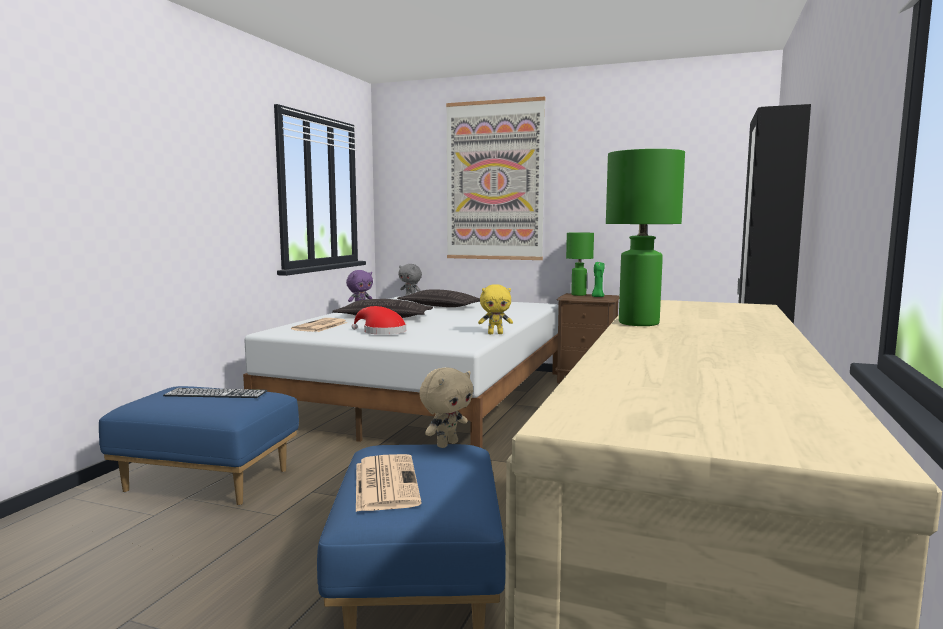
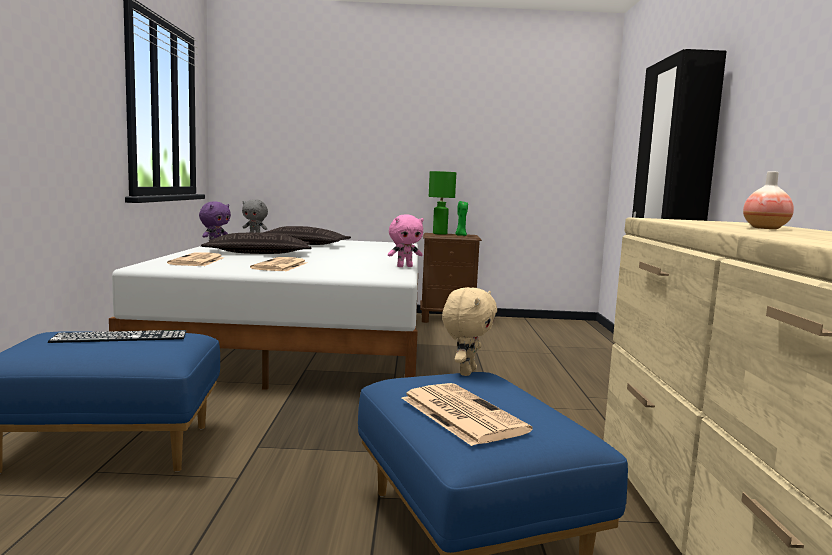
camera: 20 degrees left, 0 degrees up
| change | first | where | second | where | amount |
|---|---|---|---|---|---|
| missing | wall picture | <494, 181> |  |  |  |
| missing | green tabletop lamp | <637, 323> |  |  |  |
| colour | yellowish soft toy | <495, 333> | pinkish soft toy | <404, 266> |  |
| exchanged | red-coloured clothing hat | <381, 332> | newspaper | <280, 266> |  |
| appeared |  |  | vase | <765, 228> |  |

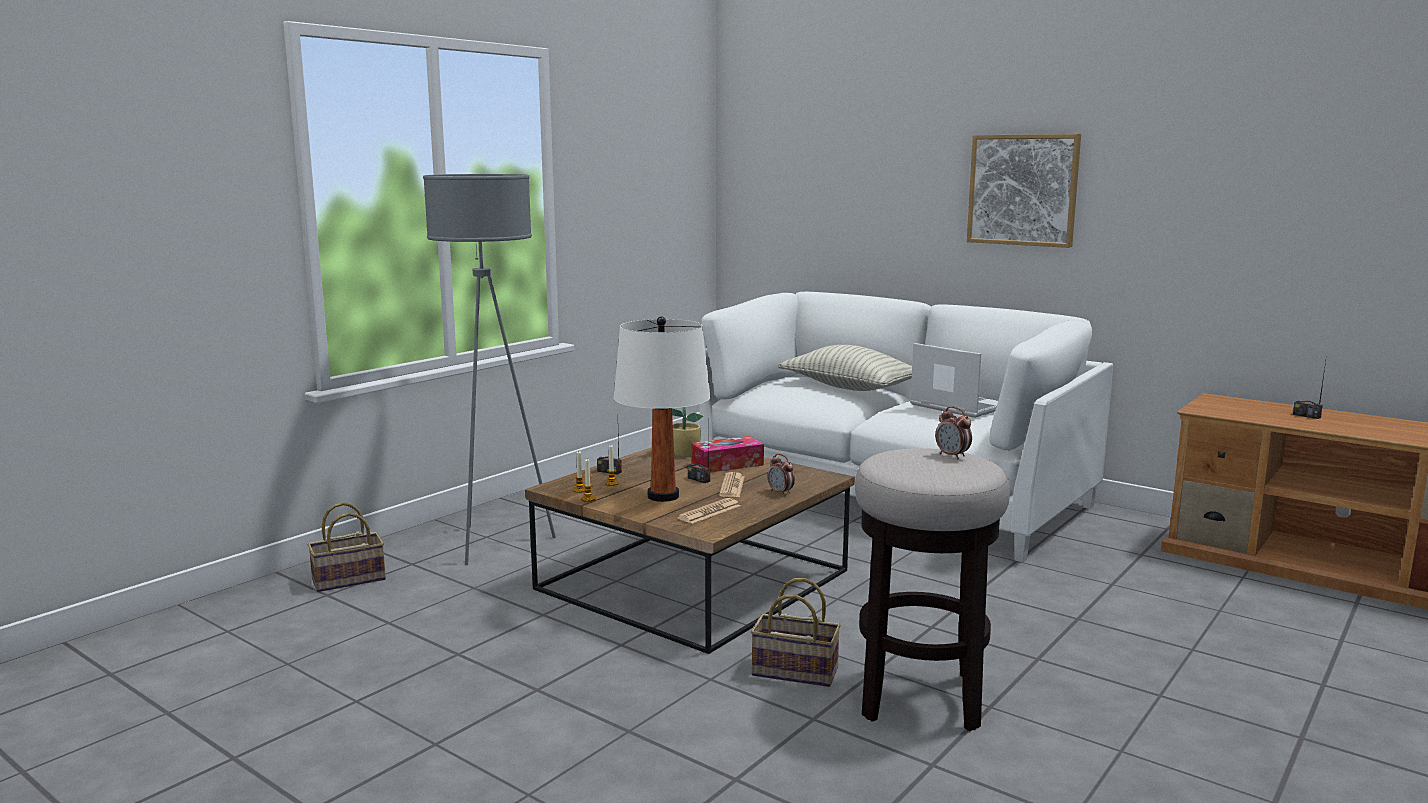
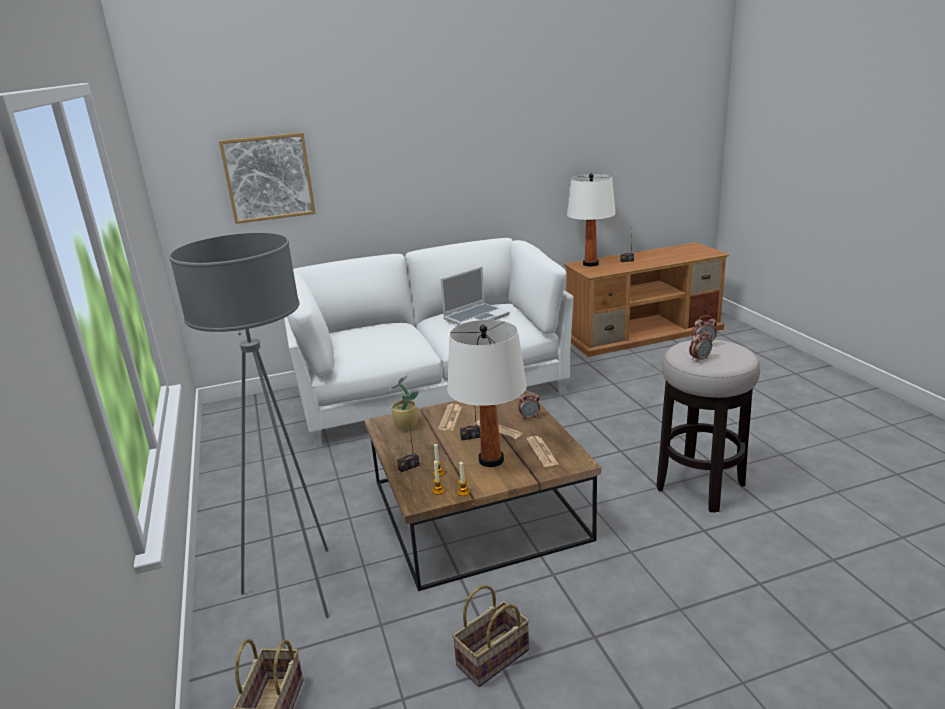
camera: 55 degrees left, 10 degrees up
| change | first | where | second | where | amount |
|---|---|---|---|---|---|
| relocated | wall picture | <1023, 190> |  | <268, 178> |  |
| spun | notebook computer | <956, 406> |  | <476, 317> | 150 degrees clockwise |
| missing | throw pillow | <849, 388> |  |  |  |
| exchanged | tissue box | <727, 464> | newspaper | <450, 418> |  |
| relocated | household basket | <792, 672> |  | <492, 660> |  |
| appeared |  |  | white tabletop lamp | <590, 264> |  |
| appeared |  |  | alarm clock | <699, 359> |  |

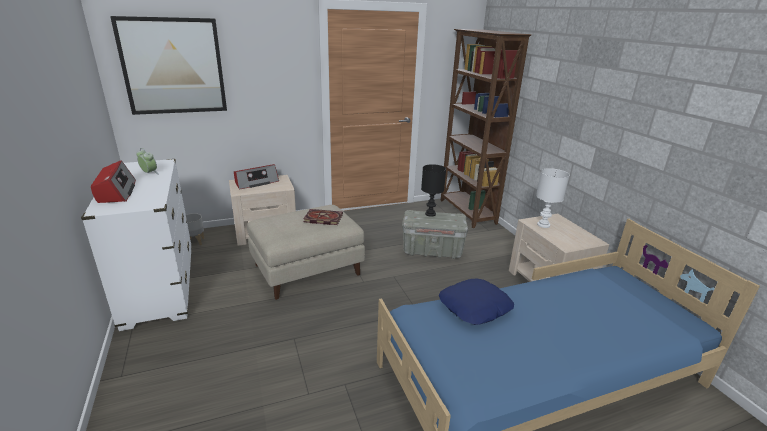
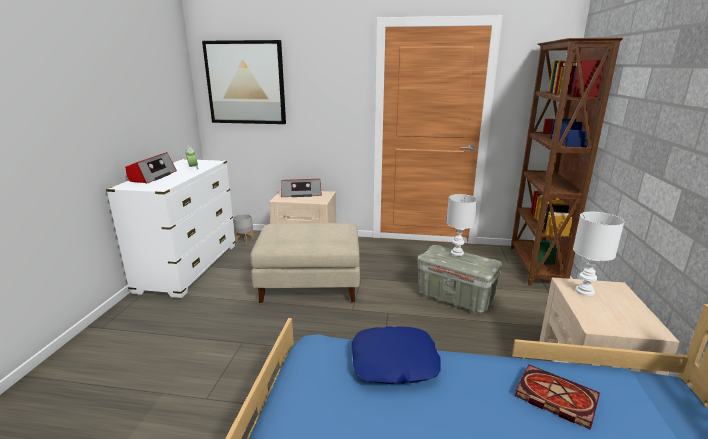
camera: 30 degrees right, 5 degrees down
| change | first | where | second | where | amount |
|---|---|---|---|---|---|
| colour | black-coloured tabletop lamp | <429, 214> | white tabletop lamp | <456, 253> |  |
| relocated | book | <322, 218> |  | <553, 397> |  |

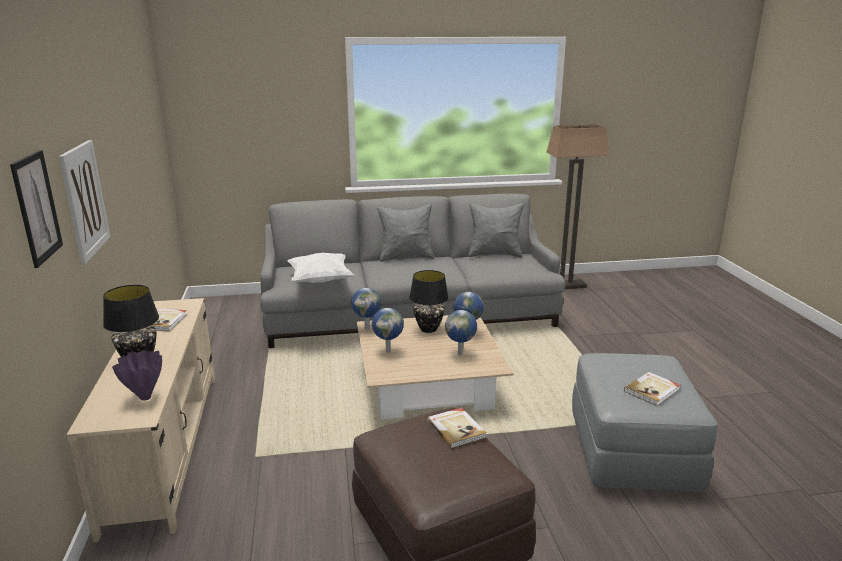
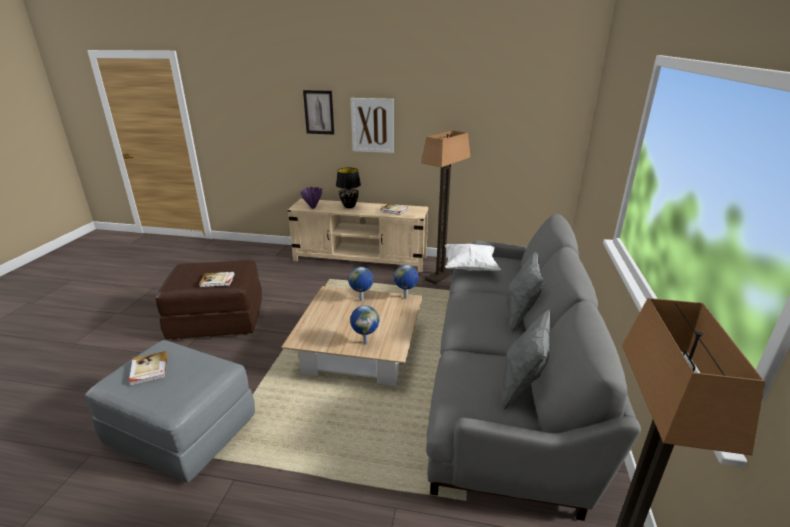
camera: 110 degrees right, 5 degrees up
| change | first | where | second | where | amount |
|---|---|---|---|---|---|
| missing | black-coloured tabletop lamp | <429, 329> |  |  |  |
| missing | desk globe | <461, 353> |  |  |  |
| appeared |  |  | floor lamp | <440, 276> |  |

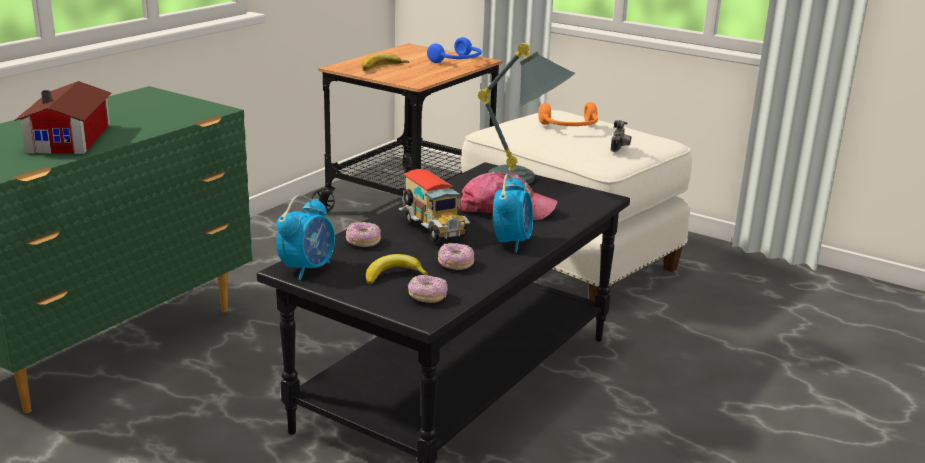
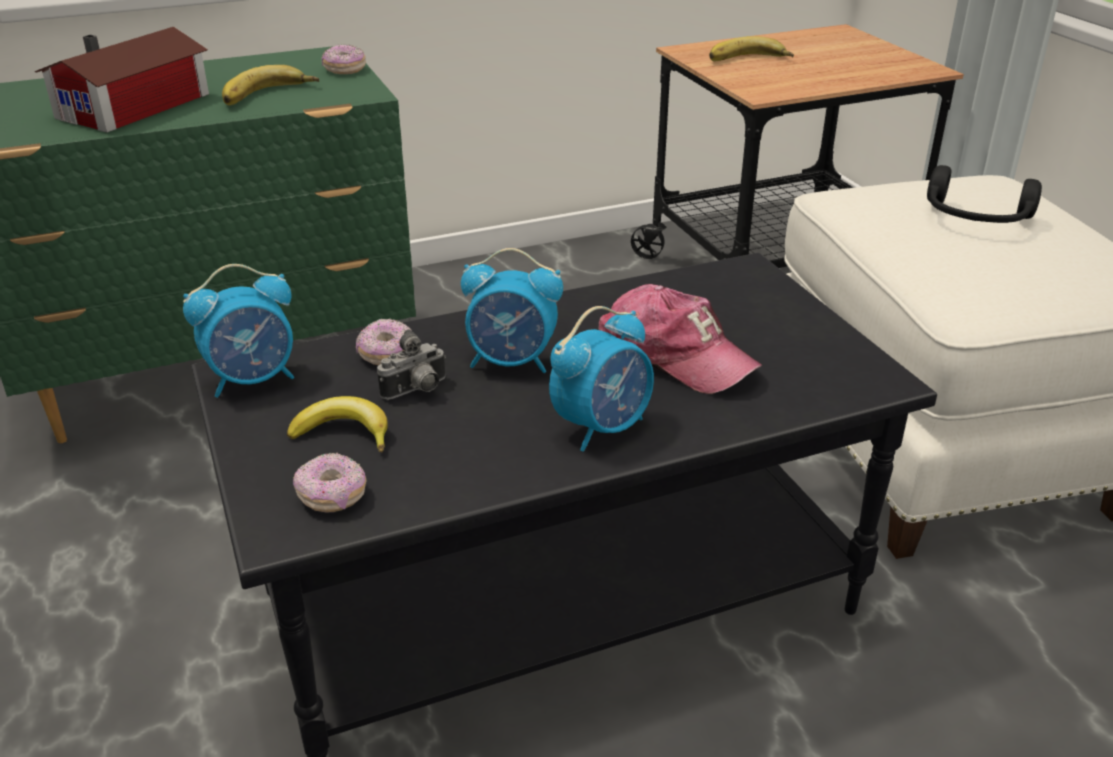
camera: 35 degrees right, 10 degrees up
| change | first | where | second | where | amount |
|---|---|---|---|---|---|
| missing | bluish headphones | <458, 61> |  |  |  |
| missing | greyish tabletop lamp | <528, 181> |  |  |  |
| colour | orange headphones | <570, 127> | black-coloured headphones | <975, 218> |  |
| relocated | photo camera | <620, 148> |  | <417, 391> |  |
| exchanged | toy truck | <432, 230> | alarm clock | <512, 362> |  |
| relocated | ring doughnut | <455, 264> |  | <344, 69> |  |
| appeared |  |  | whole banana | <269, 95> |  |

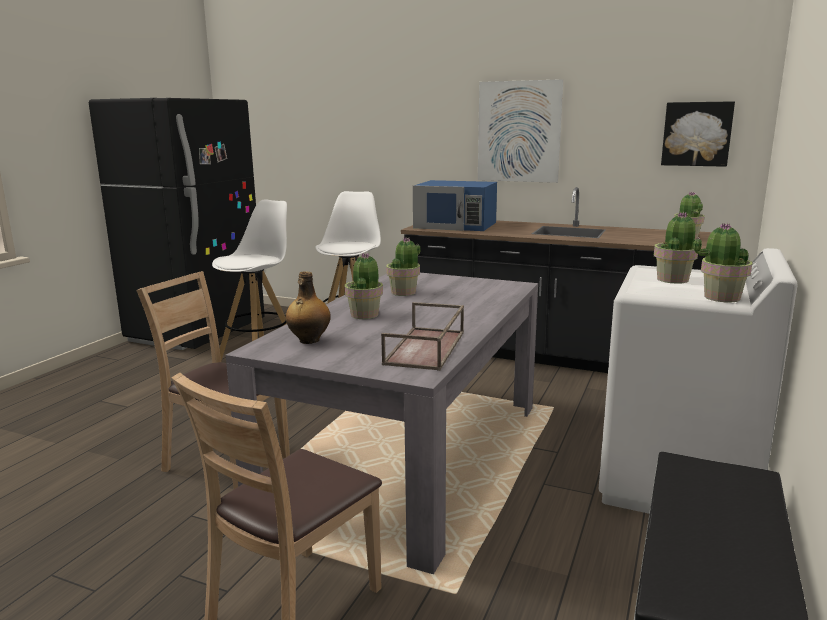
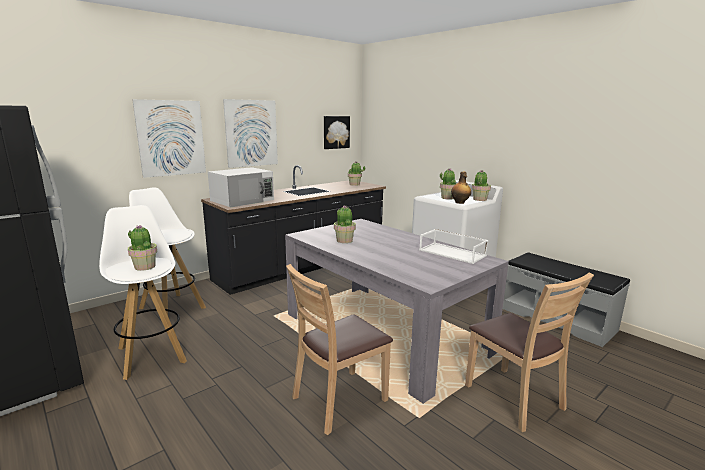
camera: 65 degrees left, 0 degrees up
| change | first | where | second | where | amount |
|---|---|---|---|---|---|
| colour | bluish kitchen microwave | <456, 225> | white kitchen microwave | <243, 200> |  |
| relocated | plant in a pot | <365, 315> |  | <145, 267> |  |
| relocated | beverage bottle | <309, 340> |  | <460, 202> |  |
| colour | brown carrying tray | <426, 348> | white carrying tray | <453, 253> |  |
| appeared |  |  | wall picture | <171, 138> |  |

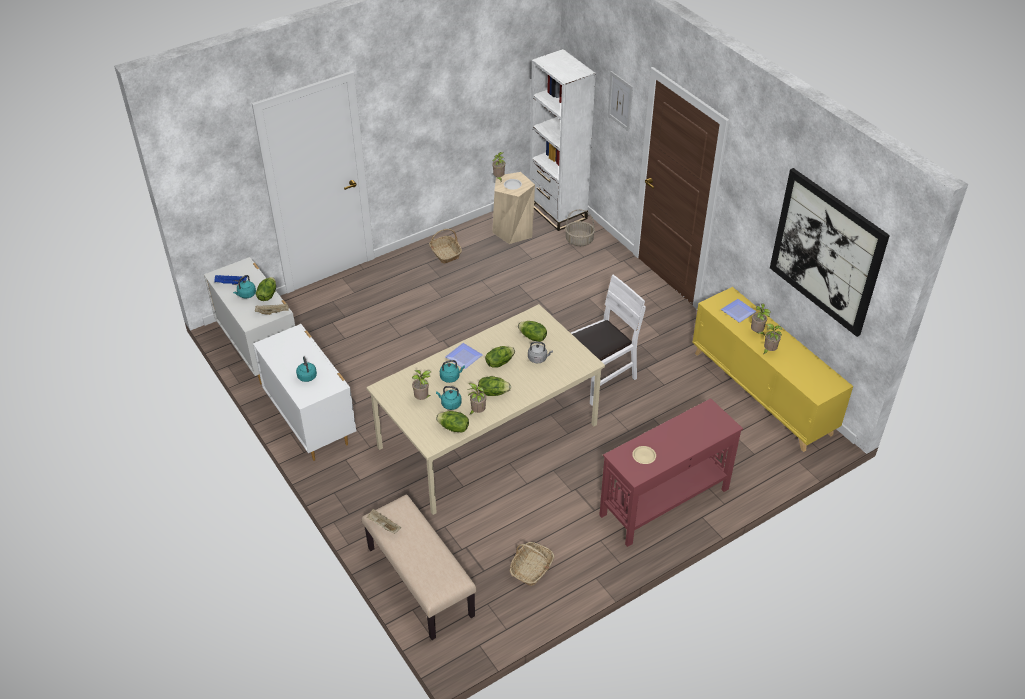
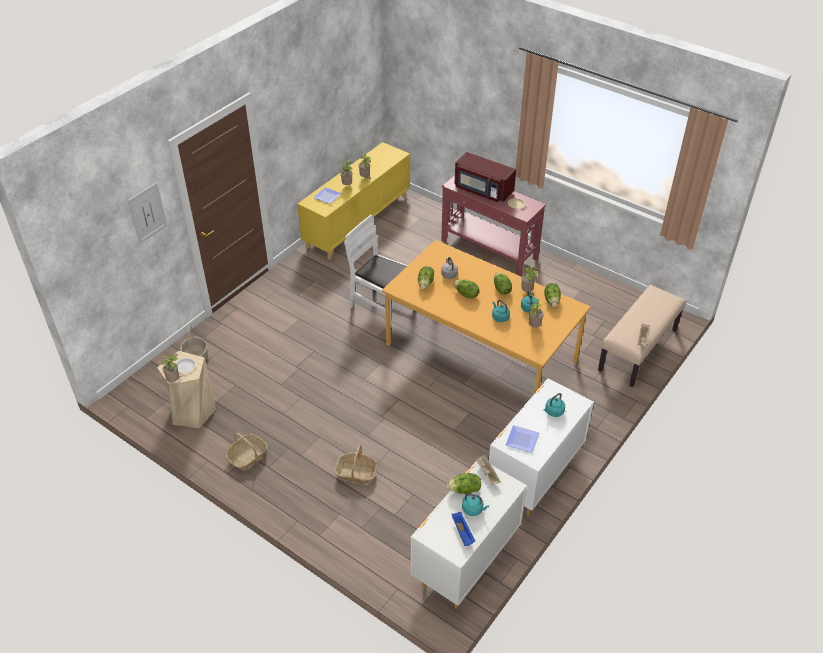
camera: 110 degrees left, 0 degrees up
| change | first | where | second | where | amount |
|---|---|---|---|---|---|
| missing | white bookcase | <558, 212> |  |  |  |
| missing | wall picture | <827, 252> |  |  |  |
| colour | beige dining table | <488, 437> | orange dining table | <481, 352> |  |
| relocated | flat dish | <464, 358> |  | <523, 439> |  |
| relocated | household basket | <531, 569> |  | <356, 473> |  |
| appeared |  |  | red-coloured kitchen microwave | <483, 190> |  |

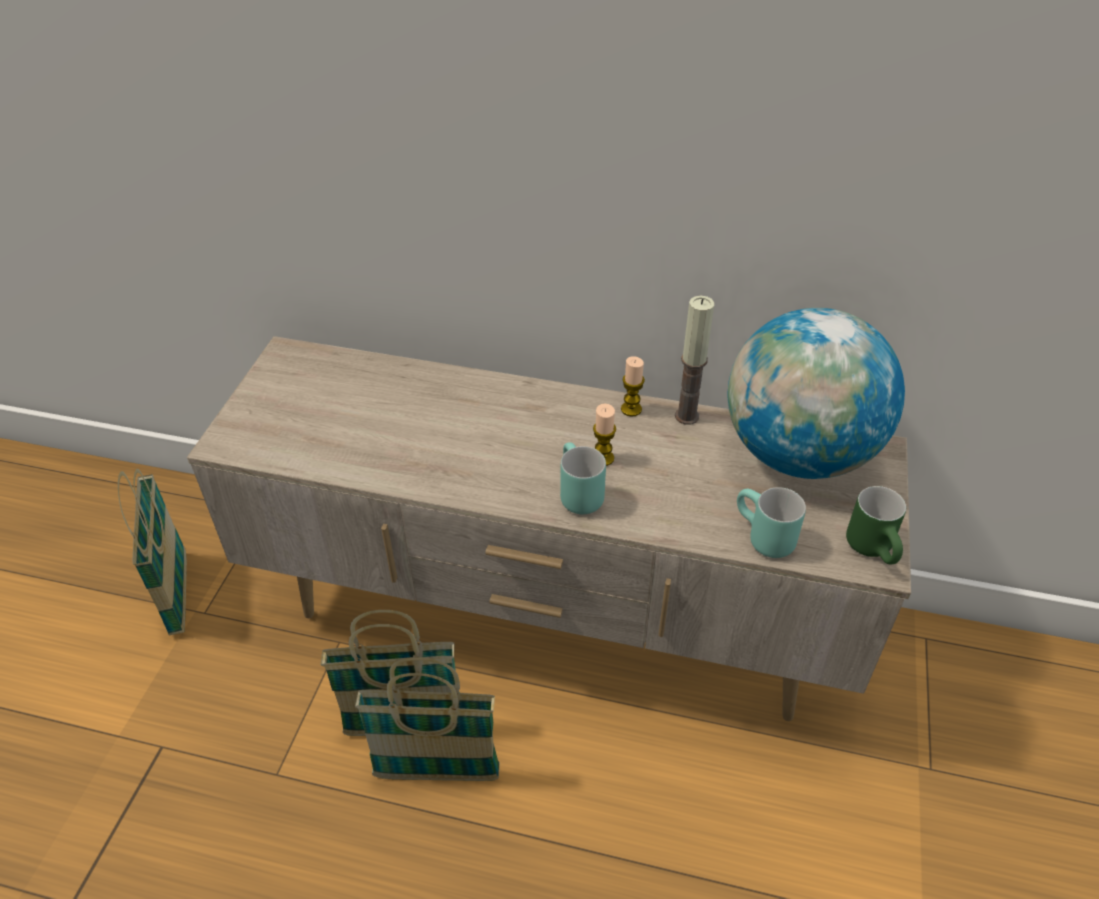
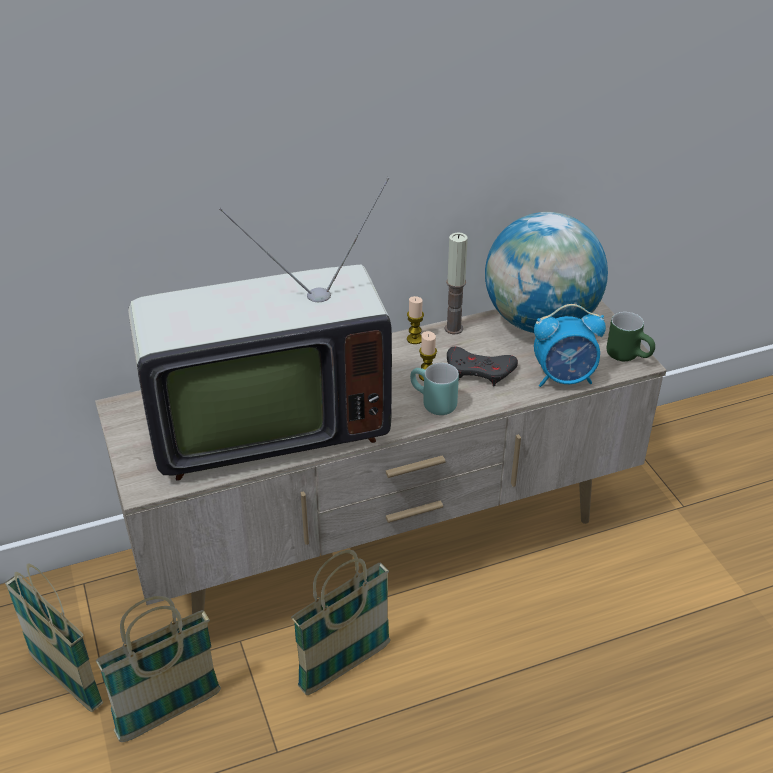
camera: 35 degrees left, 5 degrees down
| change | first | where | second | where | amount |
|---|---|---|---|---|---|
| exchanged | turquoise tea mug | <761, 538> | alarm clock | <564, 378> |  |
| relocated | household basket | <437, 773> |  | <169, 713> |  |
| appeared |  |  | TV | <263, 425> |  |
| appeared |  |  | greyish gamepad | <479, 371> |  |

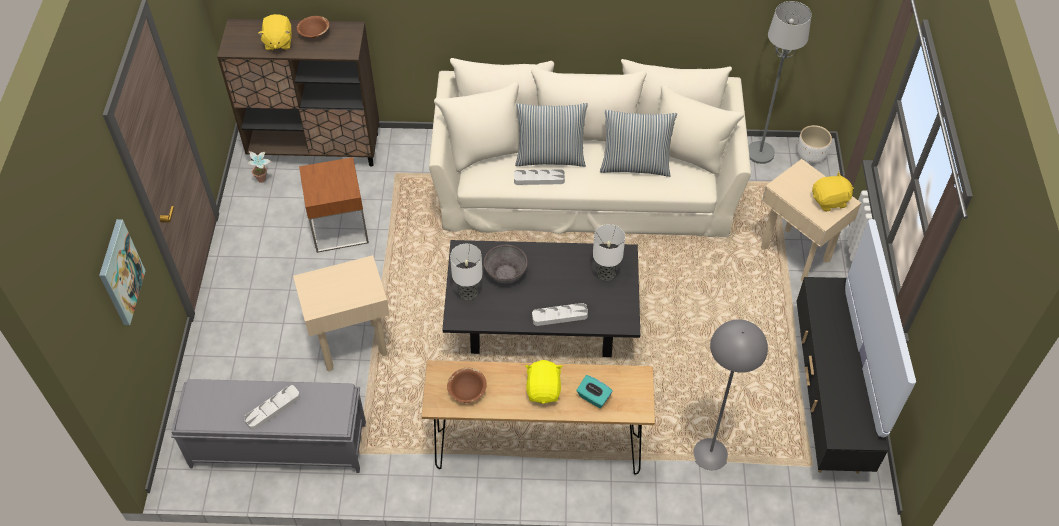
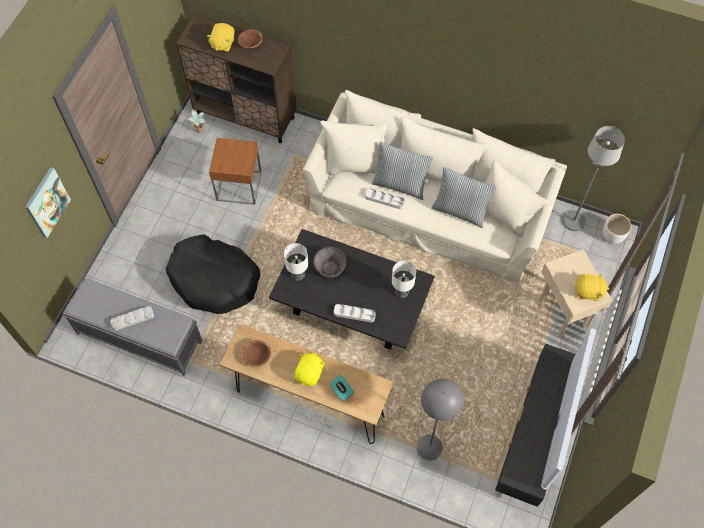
camera: 20 degrees right, 10 degrees up
| change | first | where | second | where | amount |
|---|---|---|---|---|---|
| exchanged | beige accent table | <352, 345> | black-coloured dog bed | <214, 279> |  |

